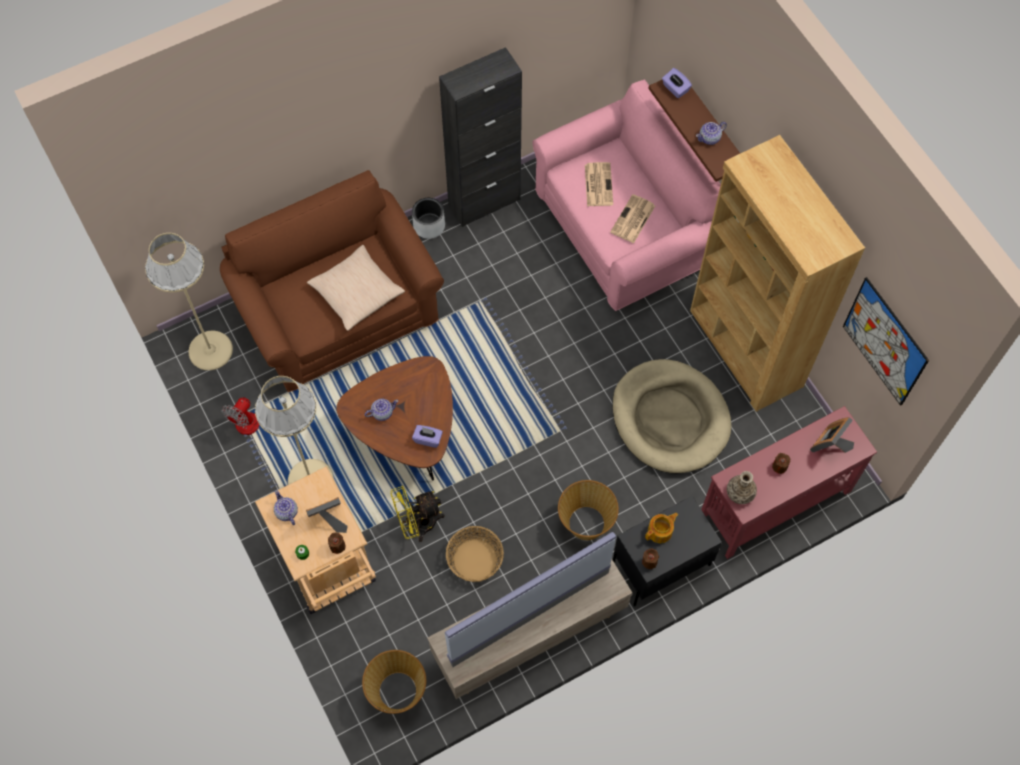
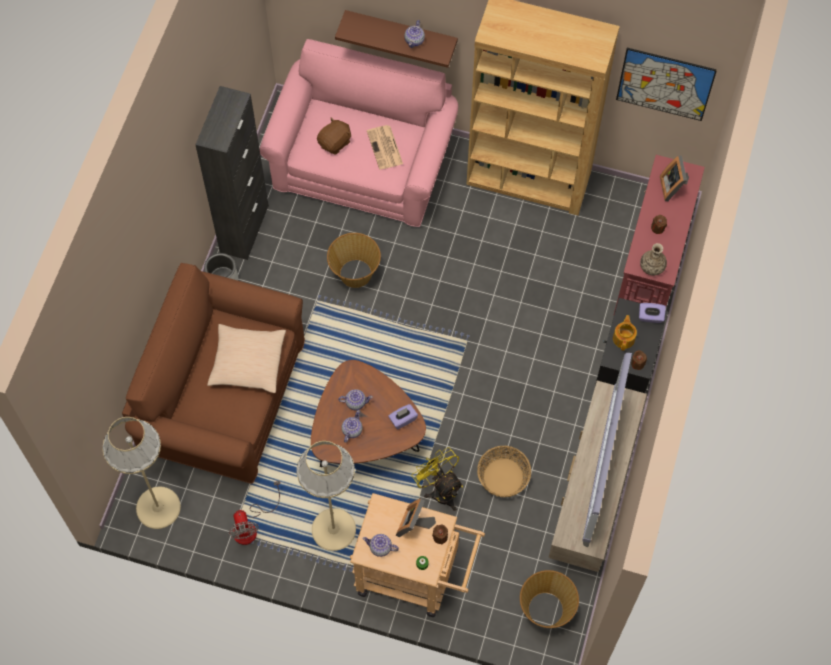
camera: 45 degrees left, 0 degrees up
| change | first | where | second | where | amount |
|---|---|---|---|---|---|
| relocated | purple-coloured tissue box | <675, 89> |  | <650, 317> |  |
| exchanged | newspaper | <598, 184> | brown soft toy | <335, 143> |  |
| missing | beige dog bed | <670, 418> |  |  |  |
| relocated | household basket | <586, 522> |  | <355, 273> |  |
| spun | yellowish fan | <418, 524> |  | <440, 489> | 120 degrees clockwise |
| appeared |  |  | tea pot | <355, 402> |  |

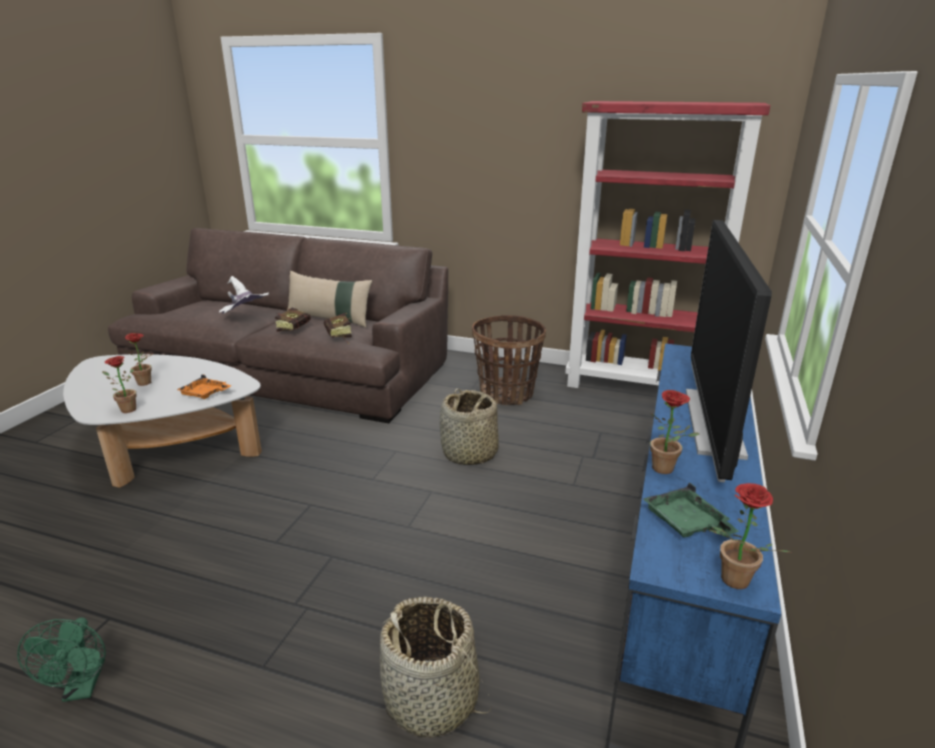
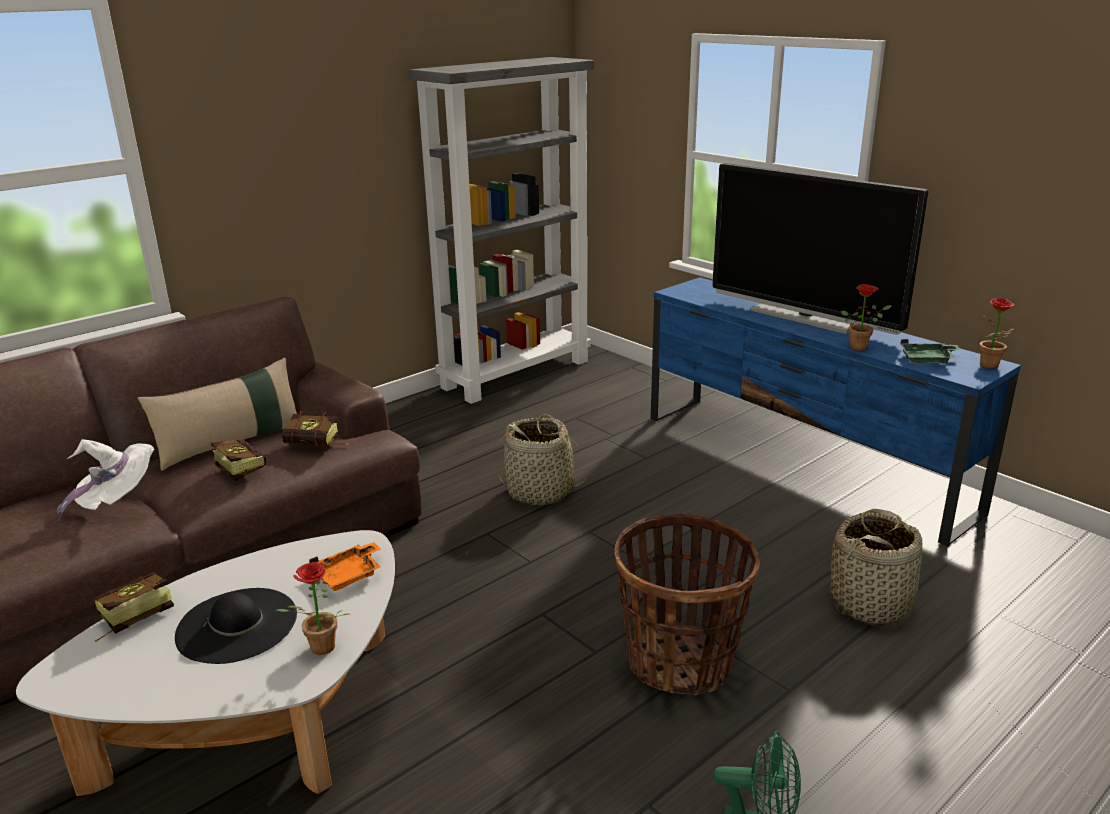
camera: 60 degrees left, 0 degrees up
| change | first | where | second | where | amount |
|---|---|---|---|---|---|
| colour | red-coloured bookcase | <638, 386> | greyish bookcase | <516, 373> |  |
| relocated | household basket | <507, 393> |  | <680, 662> |  |
| exchanged | plant in a pot | <147, 383> | black-coloured clothing hat | <237, 625> |  |
| appeared |  |  | book | <130, 619> |  |

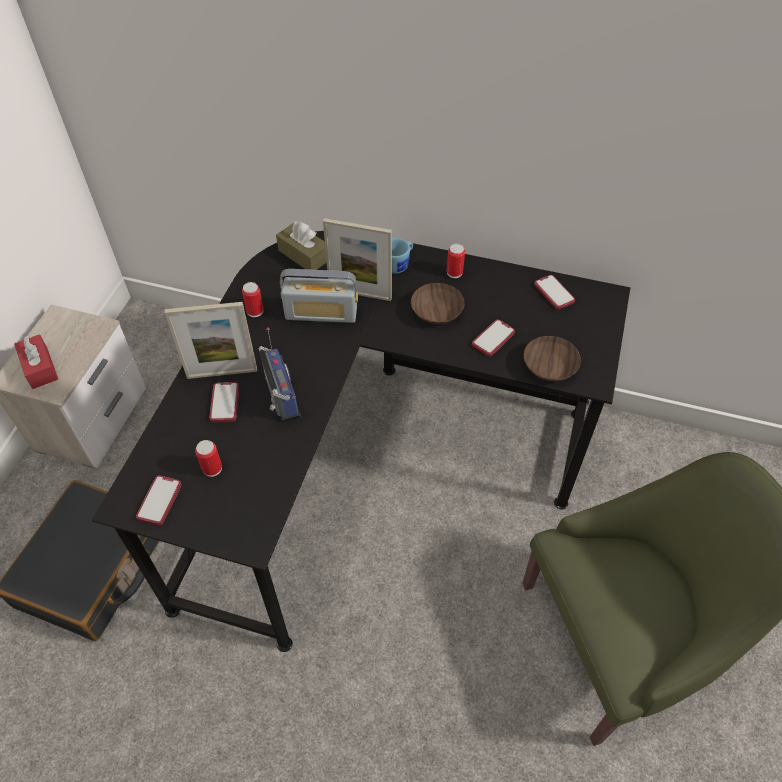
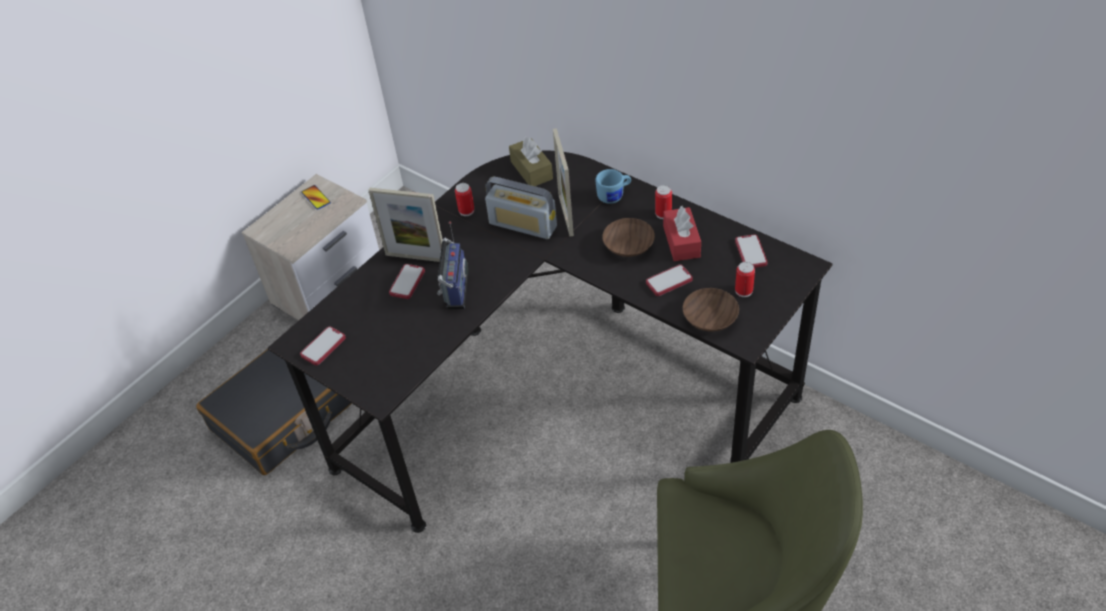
camera: 25 degrees right, 5 degrees down
| change | first | where | second | where | amount |
|---|---|---|---|---|---|
| spun | picture frame | <360, 294> |  | <565, 215> | 45 degrees clockwise |
| relocated | red-coloured tissue box | <40, 368> |  | <681, 242> |  |
| relocated | sealed can | <212, 468> |  | <743, 291> |  |
| appeared |  |  | handset | <316, 198> |  |

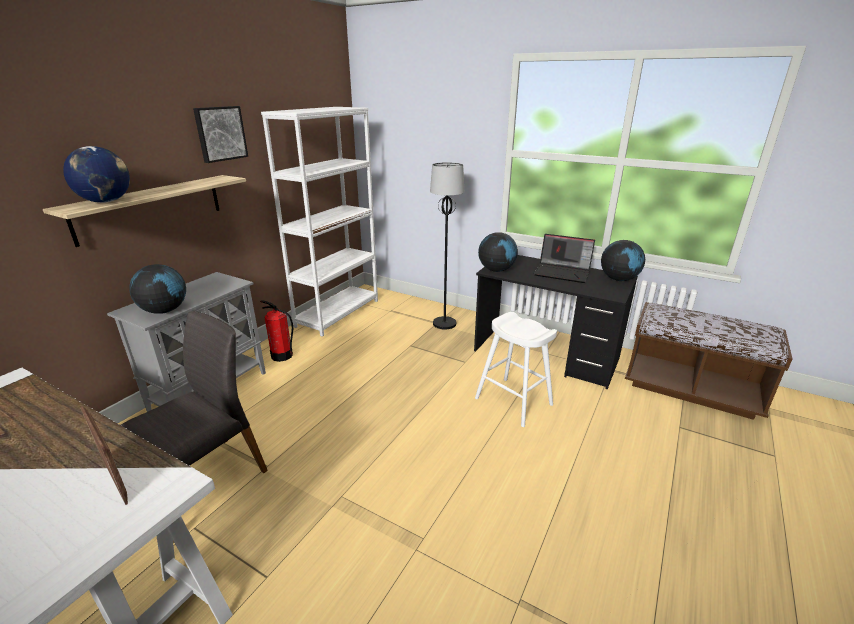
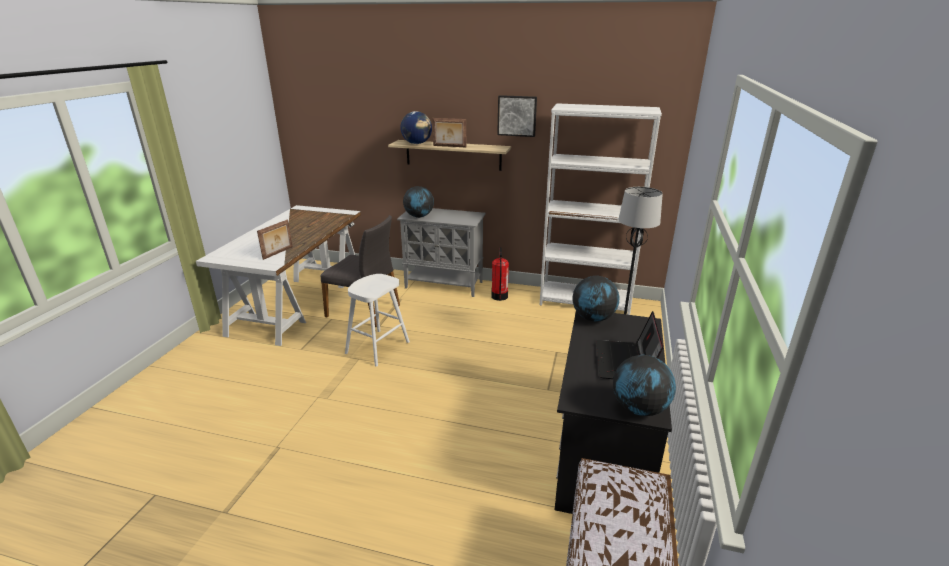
camera: 75 degrees right, 0 degrees up
| change | first | where | second | where | amount |
|---|---|---|---|---|---|
| relocated | white stool seat | <513, 401> |  | <377, 348> |  |
| appeared |  |  | picture frame | <449, 146> |  |

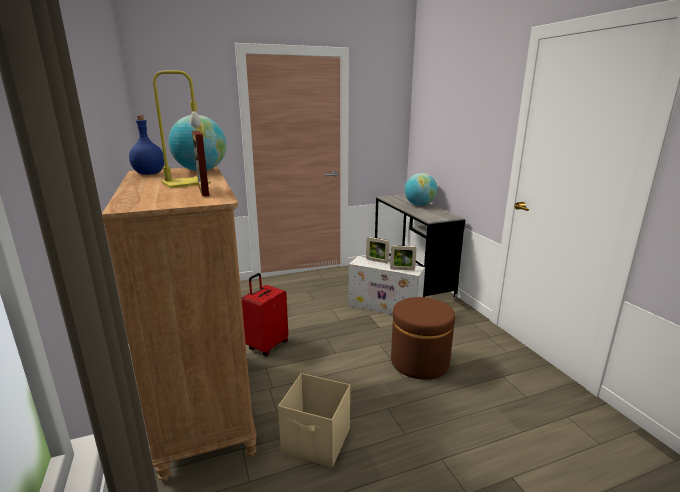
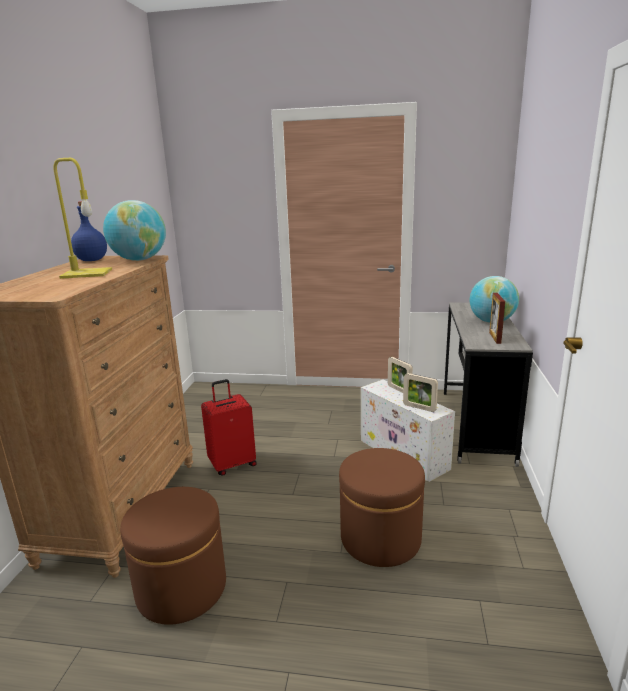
camera: 30 degrees right, 0 degrees up
| change | first | where | second | where | amount |
|---|---|---|---|---|---|
| relocated | picture frame | <203, 191> |  | <495, 338> |  |
| exchanged | beige storage bin | <317, 441> | brown footrest | <181, 588> |  |

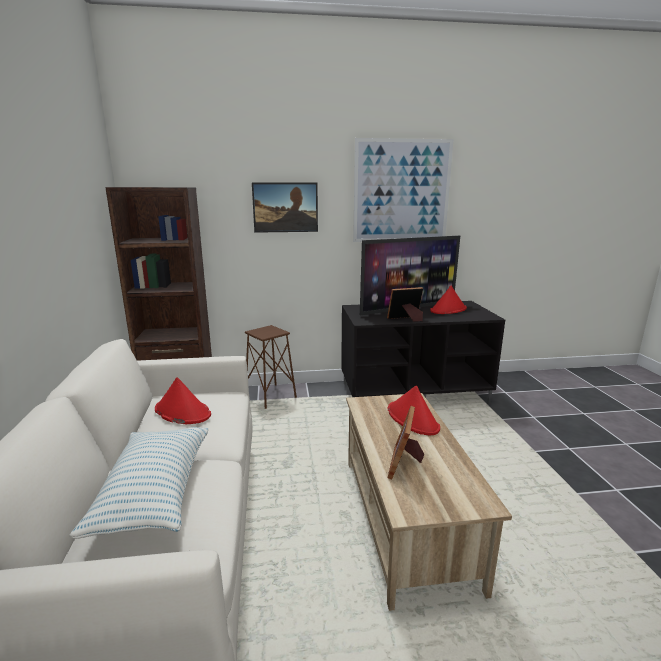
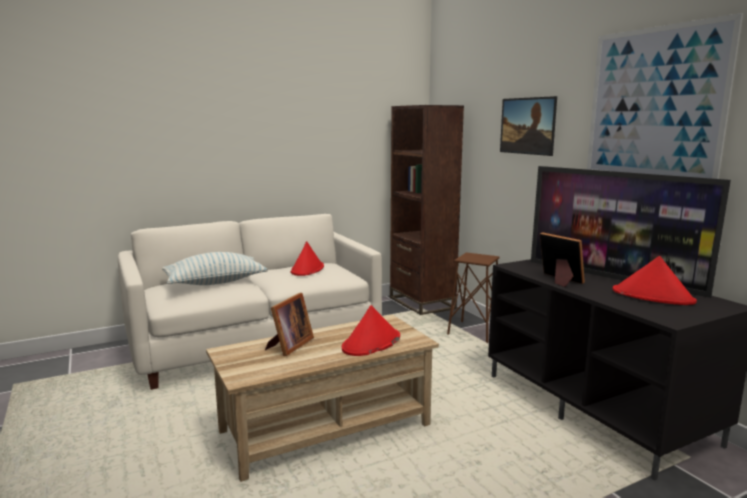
camera: 70 degrees right, 5 degrees down
| change | first | where | second | where | amount |
|---|---|---|---|---|---|
| spun | picture frame | <405, 463> |  | <289, 346> | 120 degrees clockwise |

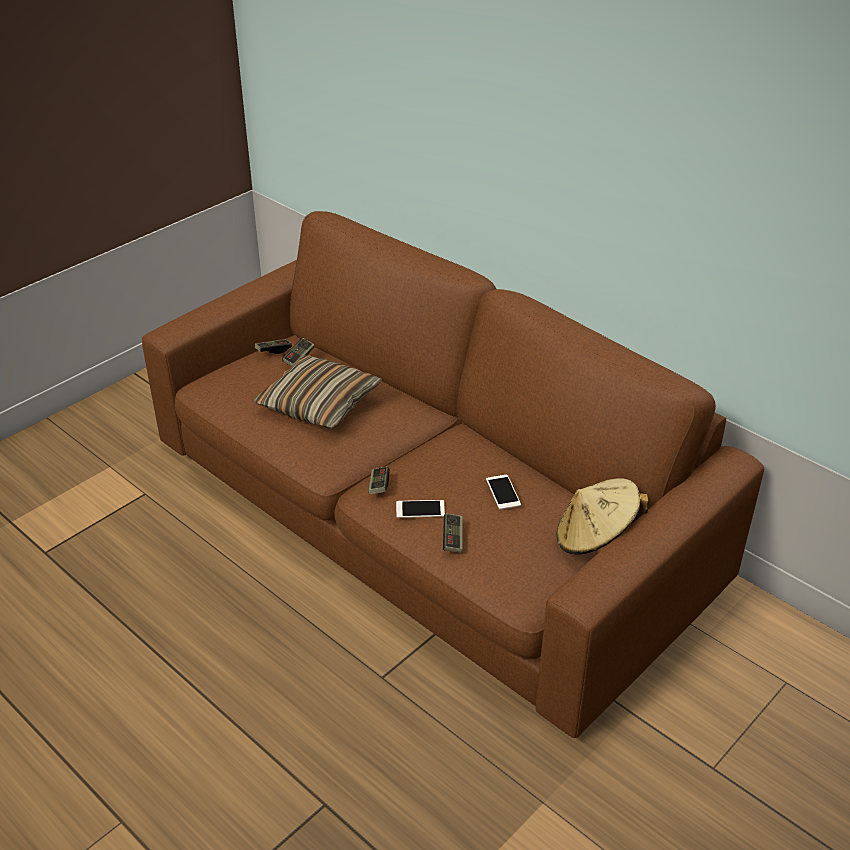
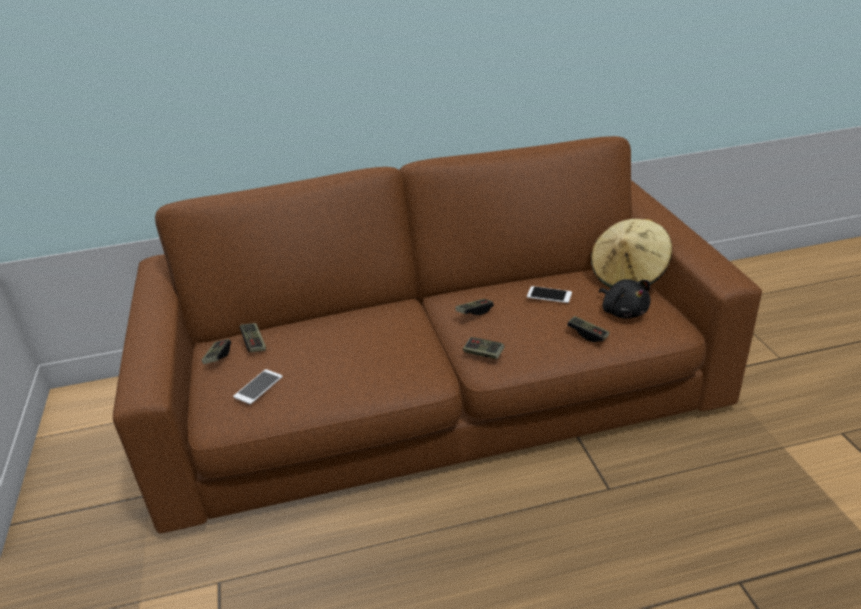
camera: 55 degrees left, 5 degrees down
| change | first | where | second | where | amount |
|---|---|---|---|---|---|
| missing | throw pillow | <319, 403> |  |  |  |
| relocated | handset | <420, 509> |  | <258, 387> |  |
| appeared |  |  | black-coloured soft toy | <623, 311> |  |
| appeared |  |  | gamepad | <474, 312> |  |

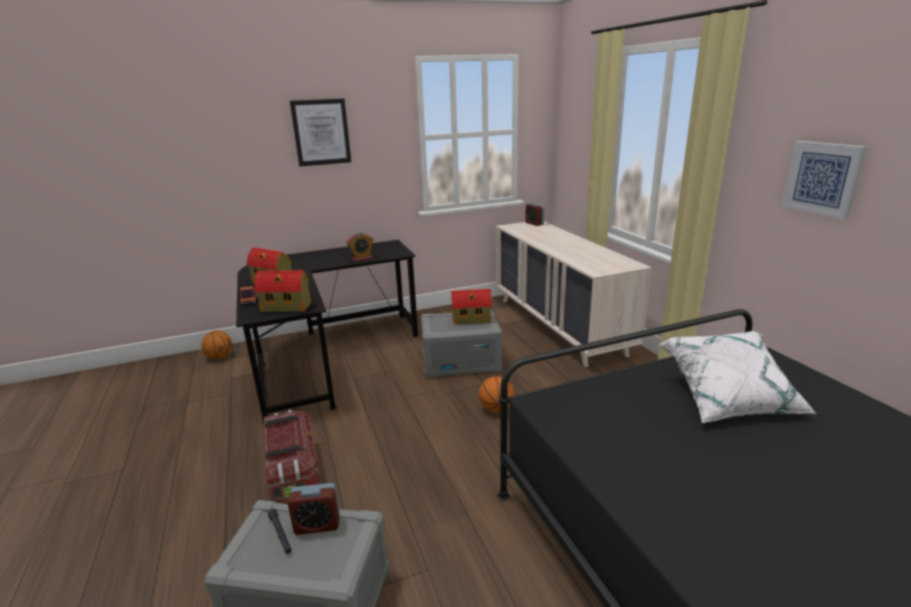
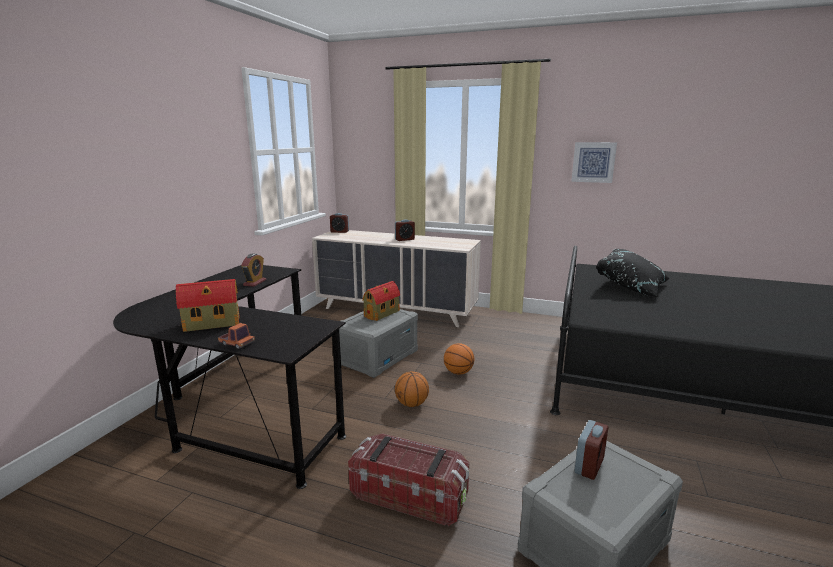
camera: 50 degrees left, 5 degrees down
| change | first | where | second | where | amount |
|---|---|---|---|---|---|
| missing | wall picture | <321, 132> |  |  |  |
| missing | toy house | <287, 307> |  |  |  |
| relocated | basketball | <219, 357> |  | <412, 404> |  |
| colour | white throw pillow | <728, 397> | black-coloured throw pillow | <631, 287> |  |
| missing | black-coloured torch | <280, 534> |  |  |  |
| appeared |  |  | alarm clock | <404, 239> |  |

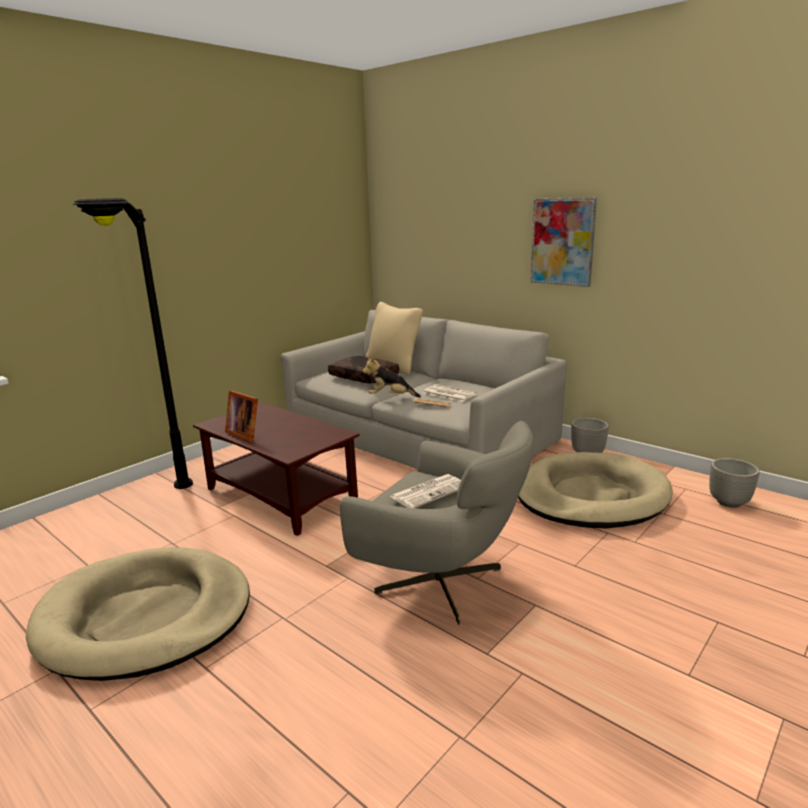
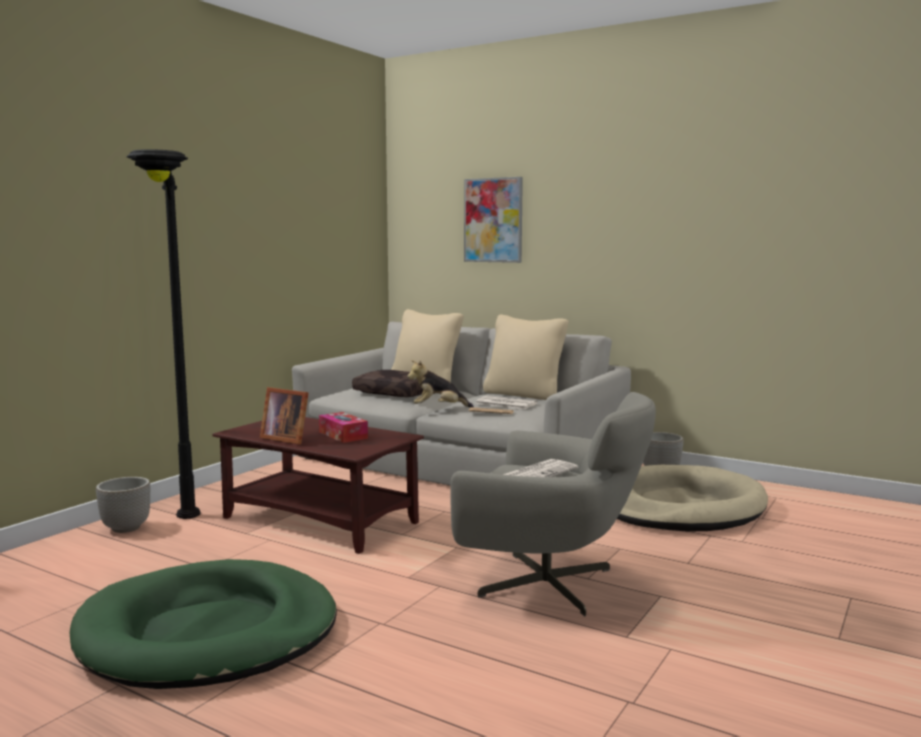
camera: 10 degrees left, 10 degrees down
| change | first | where | second | where | amount |
|---|---|---|---|---|---|
| relocated | wall picture | <562, 242> |  | <493, 220> |  |
| relocated | plant pot | <728, 502> |  | <126, 528> |  |
| colour | beige dog bed | <146, 617> | green dog bed | <208, 633> |  |
| appeared |  |  | beige throw pillow | <524, 394> |  |
| appeared |  |  | tissue box | <343, 435> |  |

